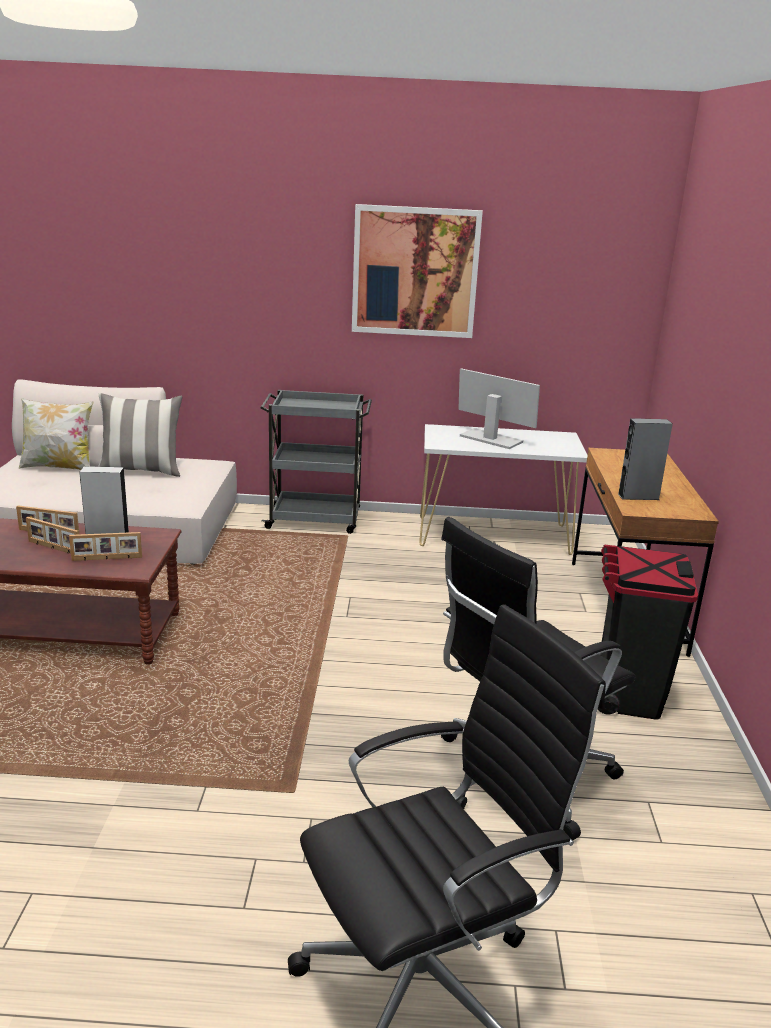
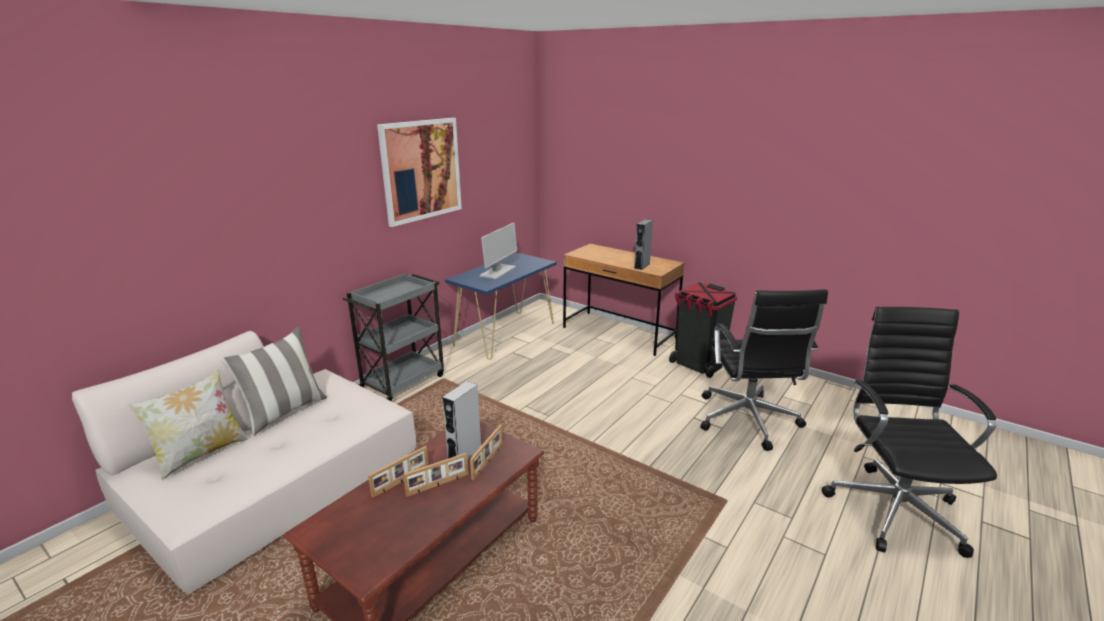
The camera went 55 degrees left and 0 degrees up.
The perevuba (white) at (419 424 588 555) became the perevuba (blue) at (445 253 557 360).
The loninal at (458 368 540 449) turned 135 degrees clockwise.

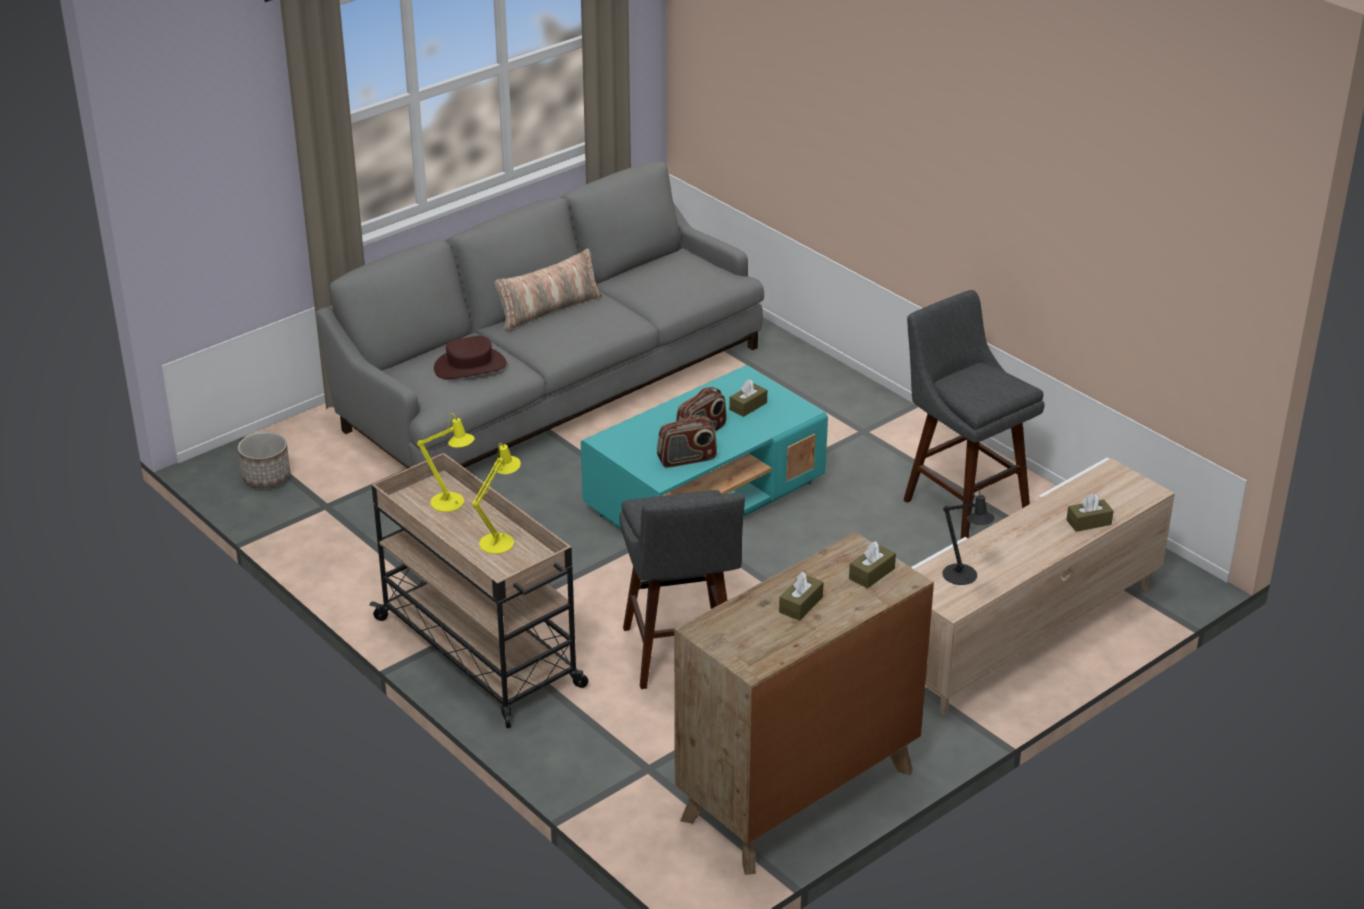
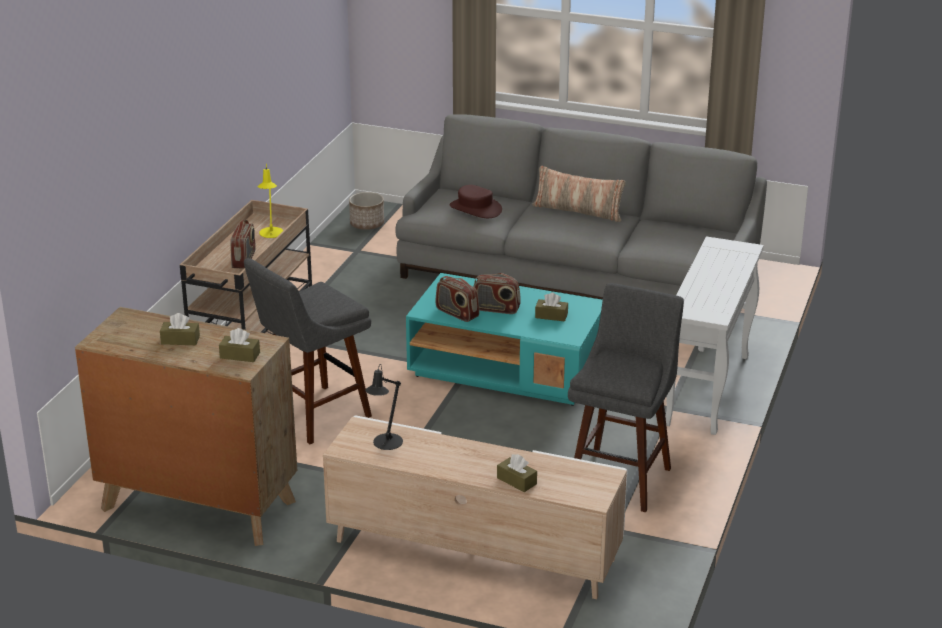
The camera went 60 degrees right and 5 degrees down.
The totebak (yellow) at (472 443 521 554) was replaced by the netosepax at (230 220 256 269).
The perevuba (white) at (665 236 764 435) appeared.

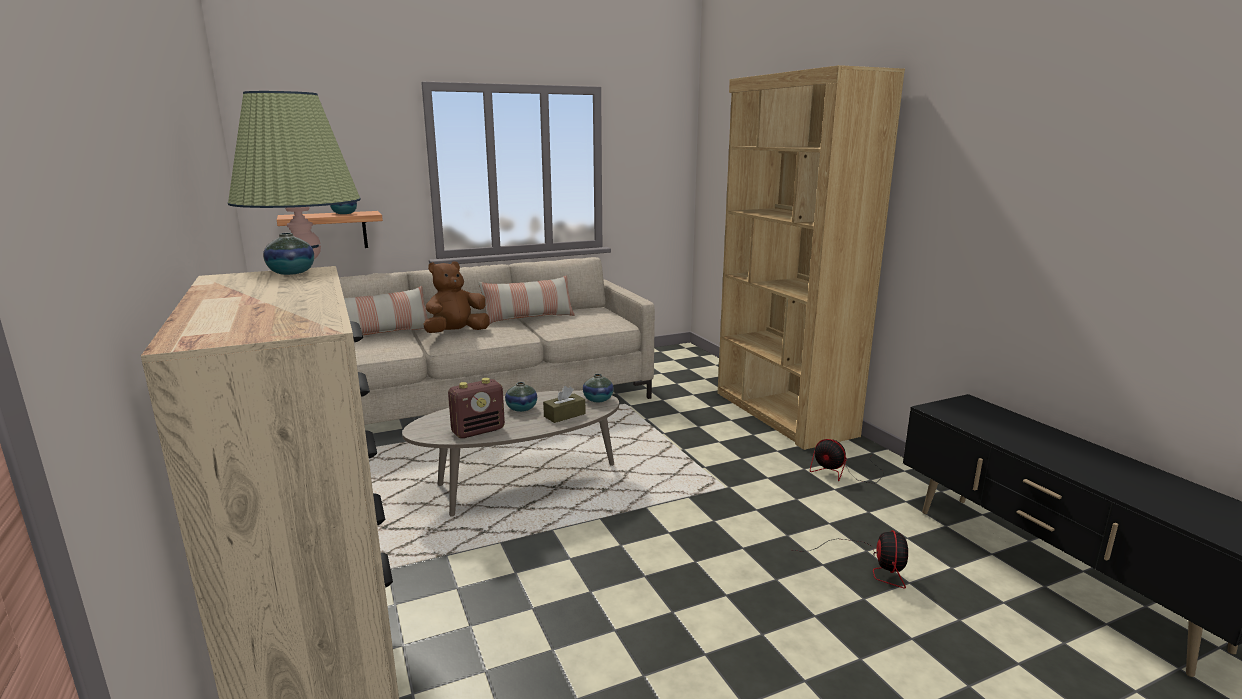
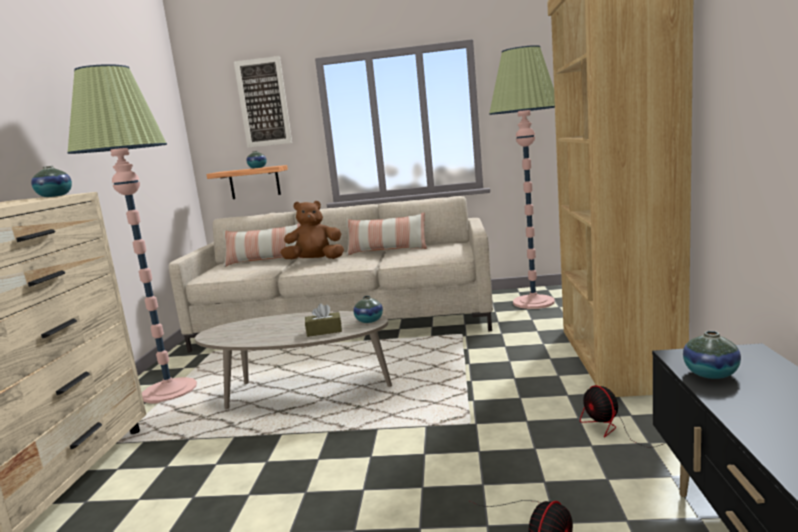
The camera went 30 degrees right and 5 degrees down.
The netosepax at (448 378 505 438) disappeared.
The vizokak moved from (505 382 537 412) to (683 331 741 379).
The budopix at (234 56 292 148) appeared.
The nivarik at (489 45 555 309) appeared.

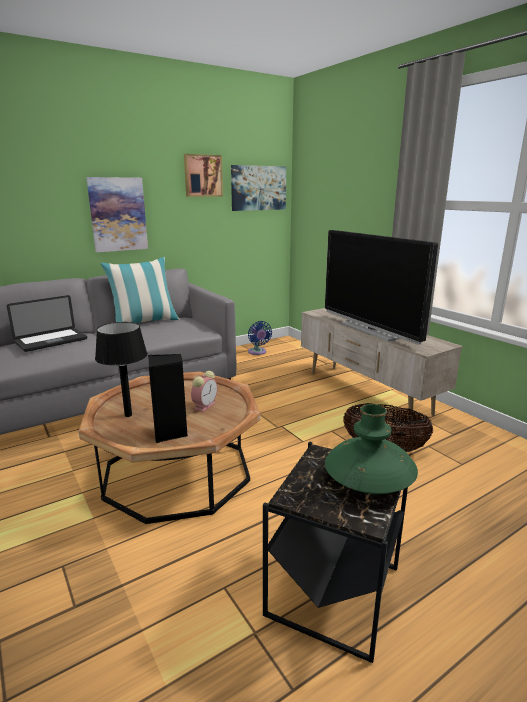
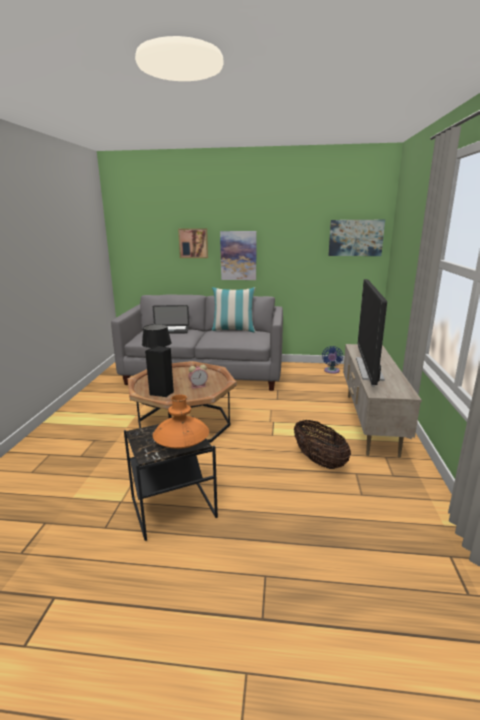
The camera went 40 degrees right and 0 degrees up.
The budopix moved from (184 154 223 197) to (178 228 208 258).
The vizokak (green) at (325 404 418 494) became the vizokak (orange) at (153 395 209 449).

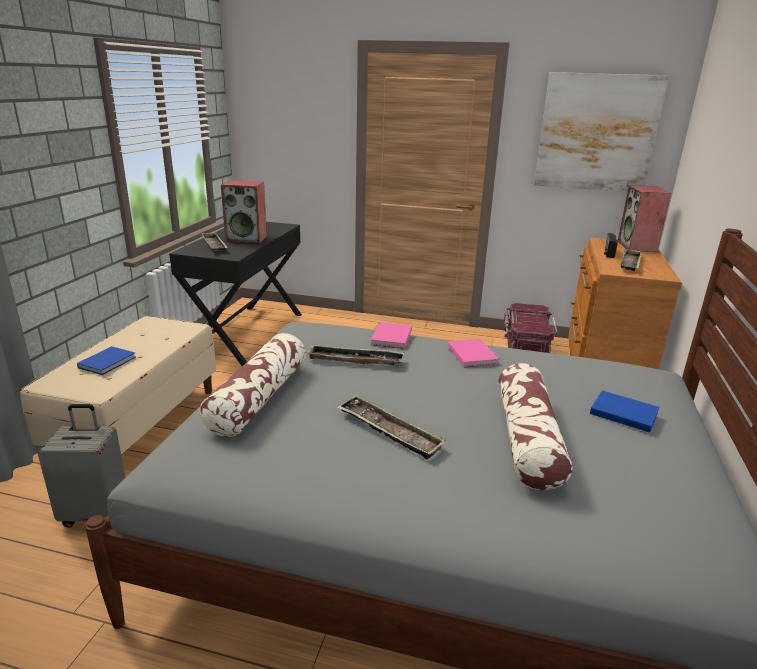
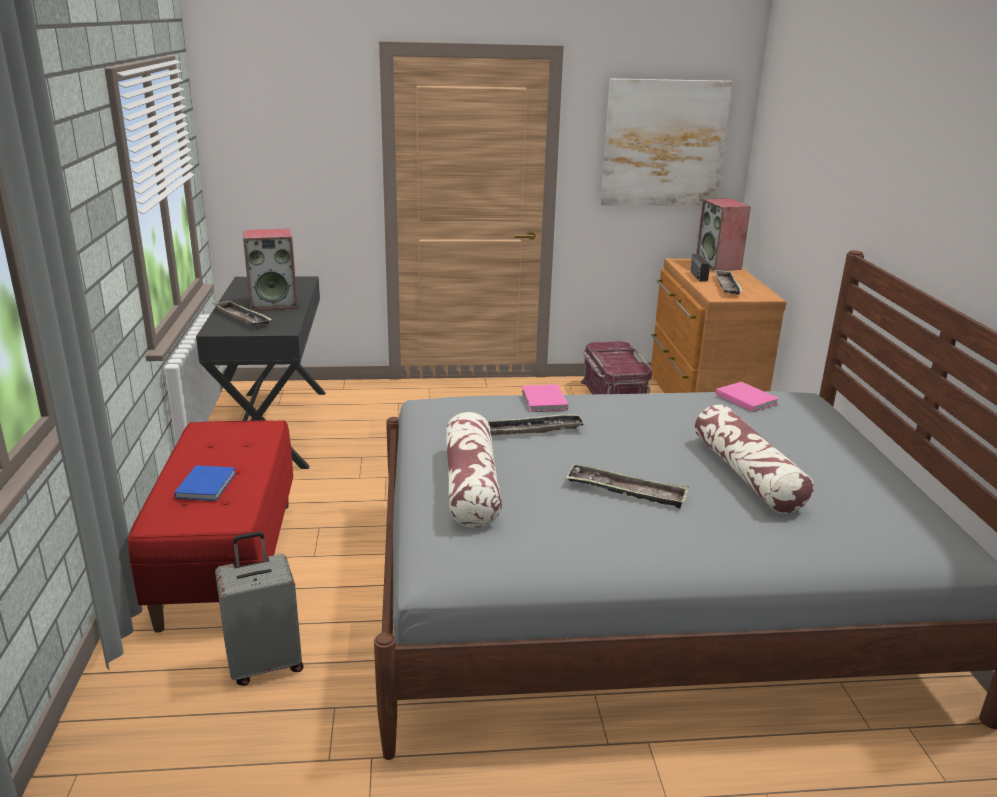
The camera went 20 degrees left and 0 degrees up.
The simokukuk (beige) at (20 316 216 454) became the simokukuk (red) at (128 420 293 633).
The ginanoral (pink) moved from (448 339 499 368) to (716 382 779 412).
The ginanoral (blue) at (590 390 660 433) disappeared.

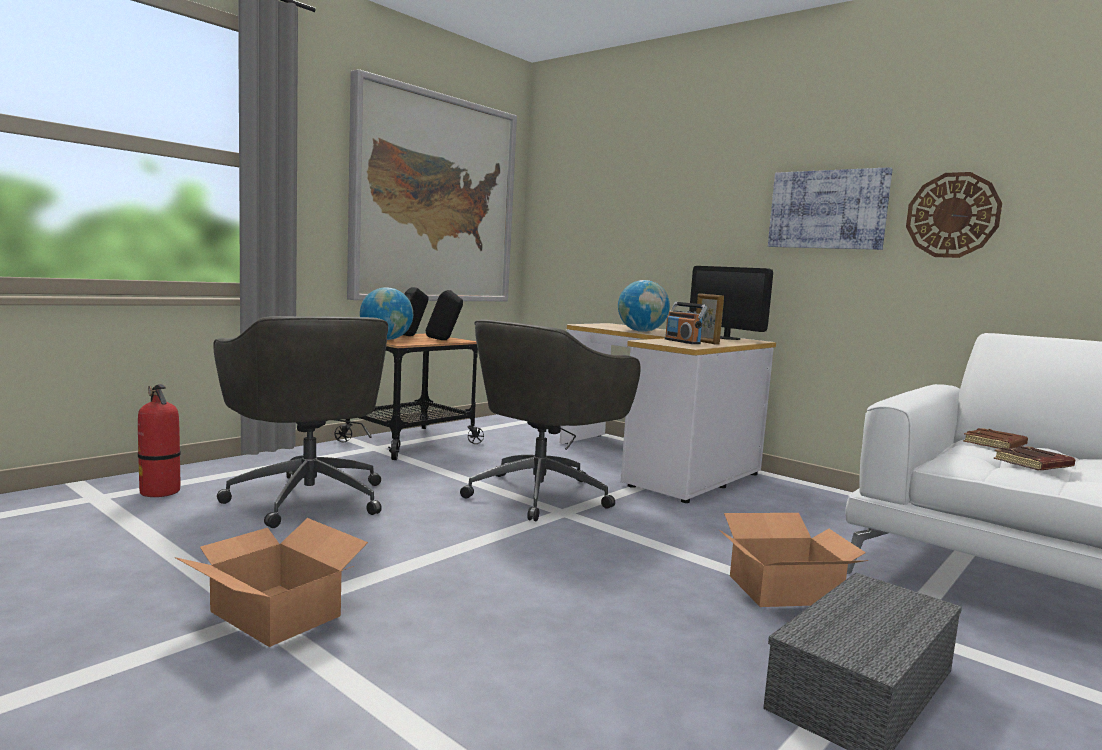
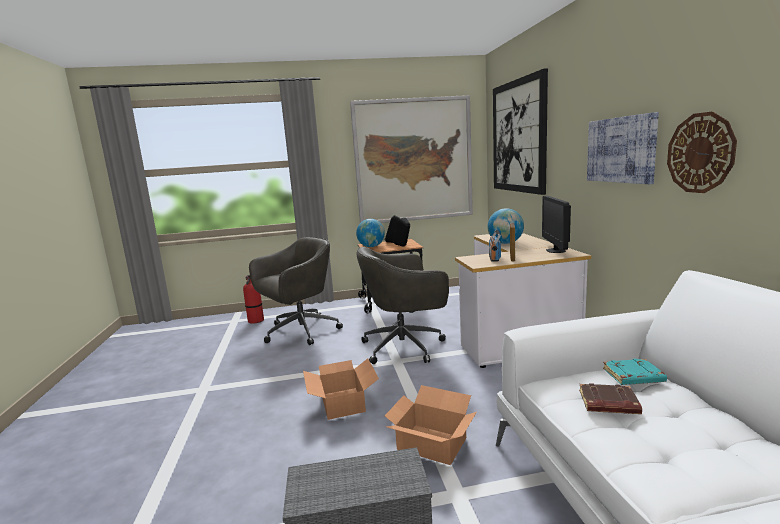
The camera went 40 degrees right and 5 degrees up.
The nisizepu moved from (175 518 368 647) to (303 359 379 420).
The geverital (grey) at (213 316 388 528) turned 135 degrees counterclockwise.
The ginanoral (brown) at (963 428 1028 449) became the ginanoral (turquoise) at (603 359 667 385).
The budopix at (493 68 548 195) appeared.

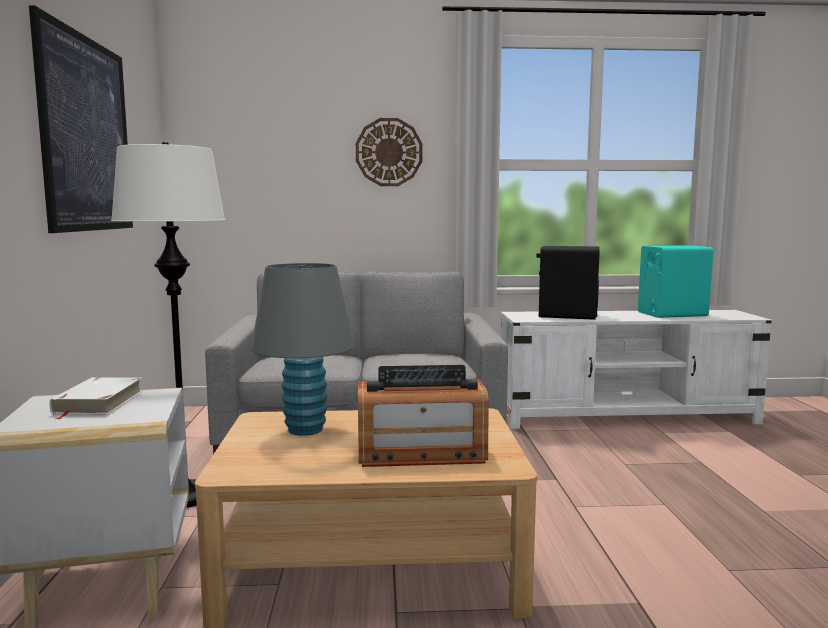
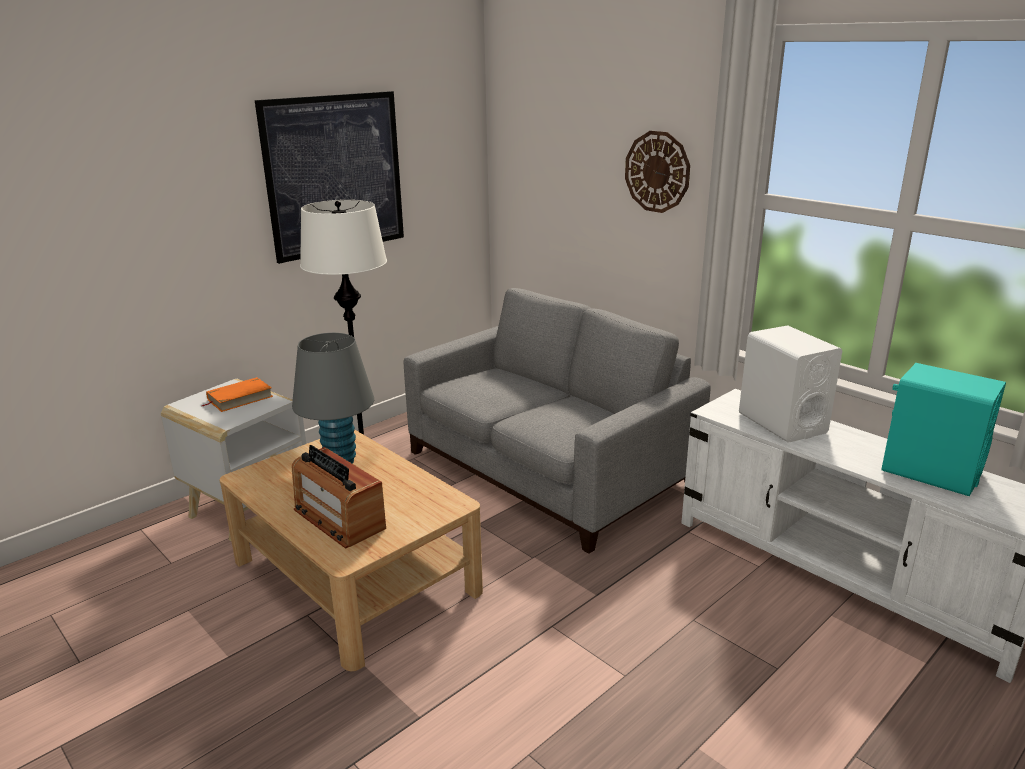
The camera went 50 degrees right and 15 degrees up.
The ginanoral (white) at (50 377 142 419) became the ginanoral (orange) at (201 377 273 412).
The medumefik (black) at (536 246 600 320) became the medumefik (white) at (739 325 842 443).

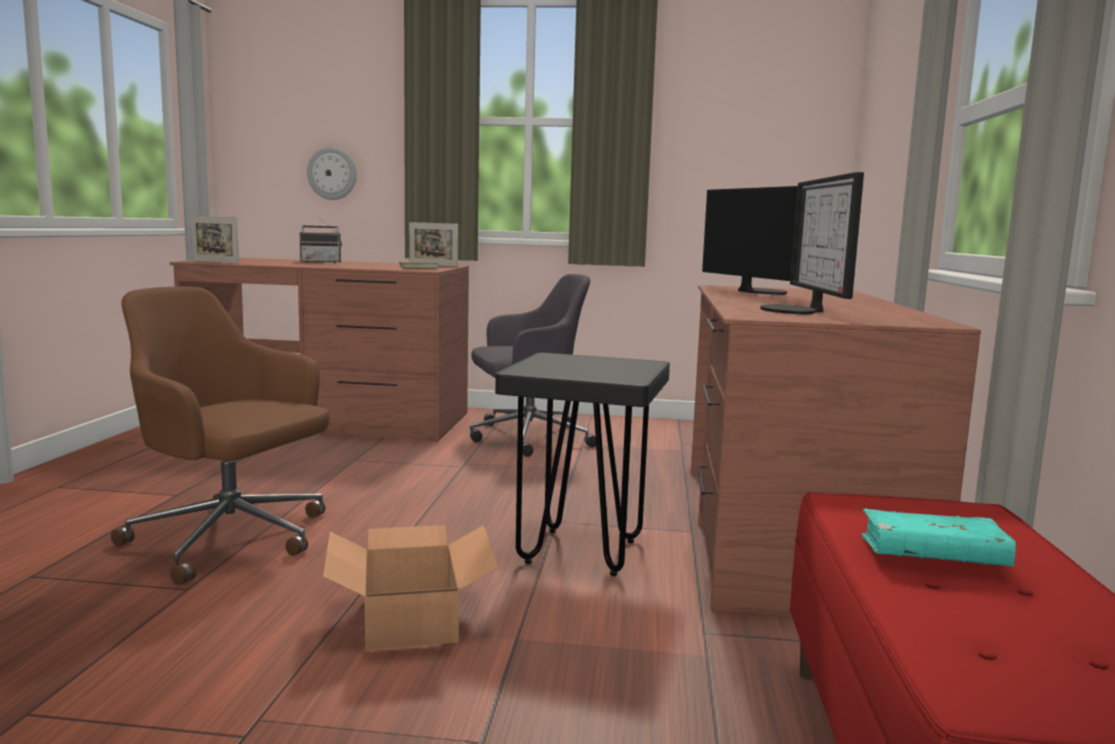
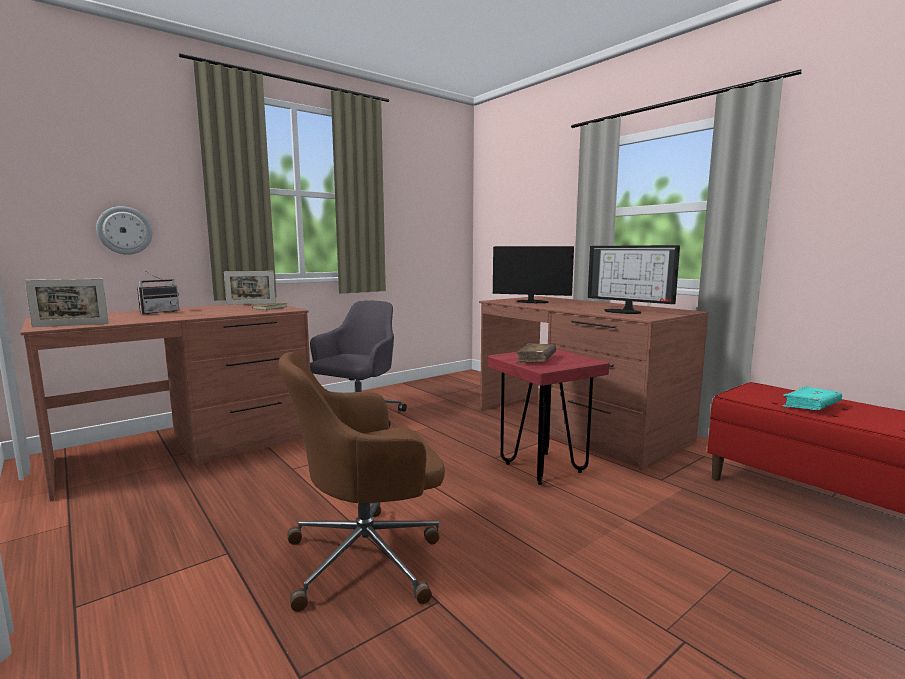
The camera went 45 degrees left and 0 degrees up.
The nisizepu at (323 525 499 650) disappeared.
The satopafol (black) at (495 353 670 576) became the satopafol (red) at (488 349 609 485).
The ginanoral (brown) at (515 344 556 363) appeared.

